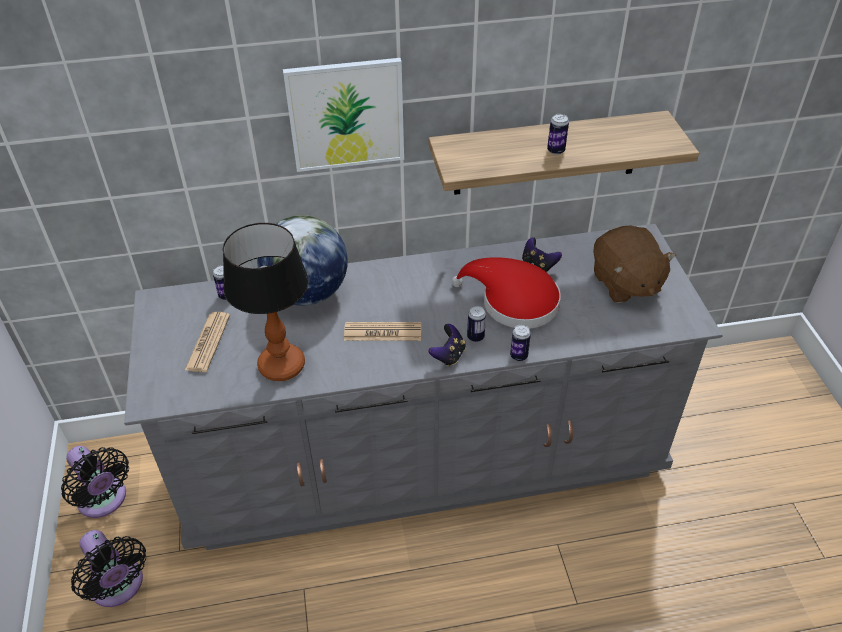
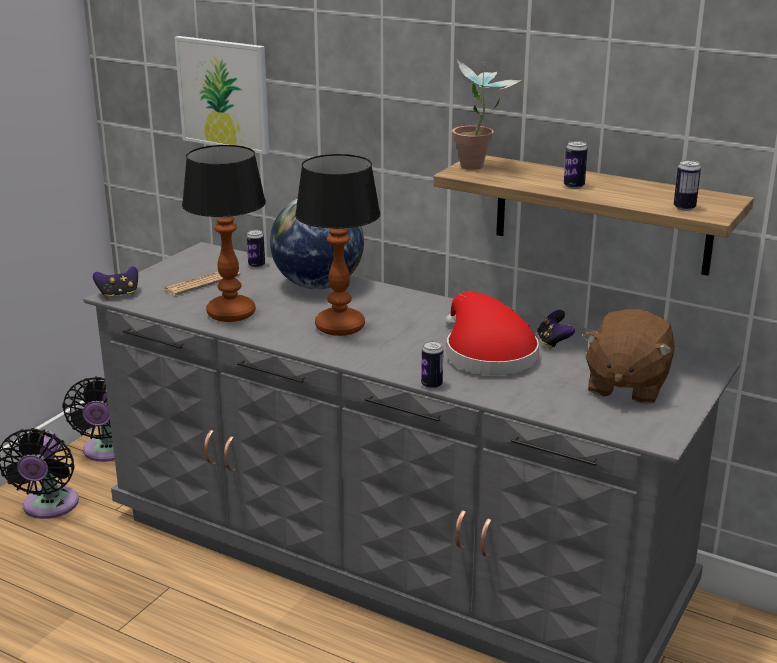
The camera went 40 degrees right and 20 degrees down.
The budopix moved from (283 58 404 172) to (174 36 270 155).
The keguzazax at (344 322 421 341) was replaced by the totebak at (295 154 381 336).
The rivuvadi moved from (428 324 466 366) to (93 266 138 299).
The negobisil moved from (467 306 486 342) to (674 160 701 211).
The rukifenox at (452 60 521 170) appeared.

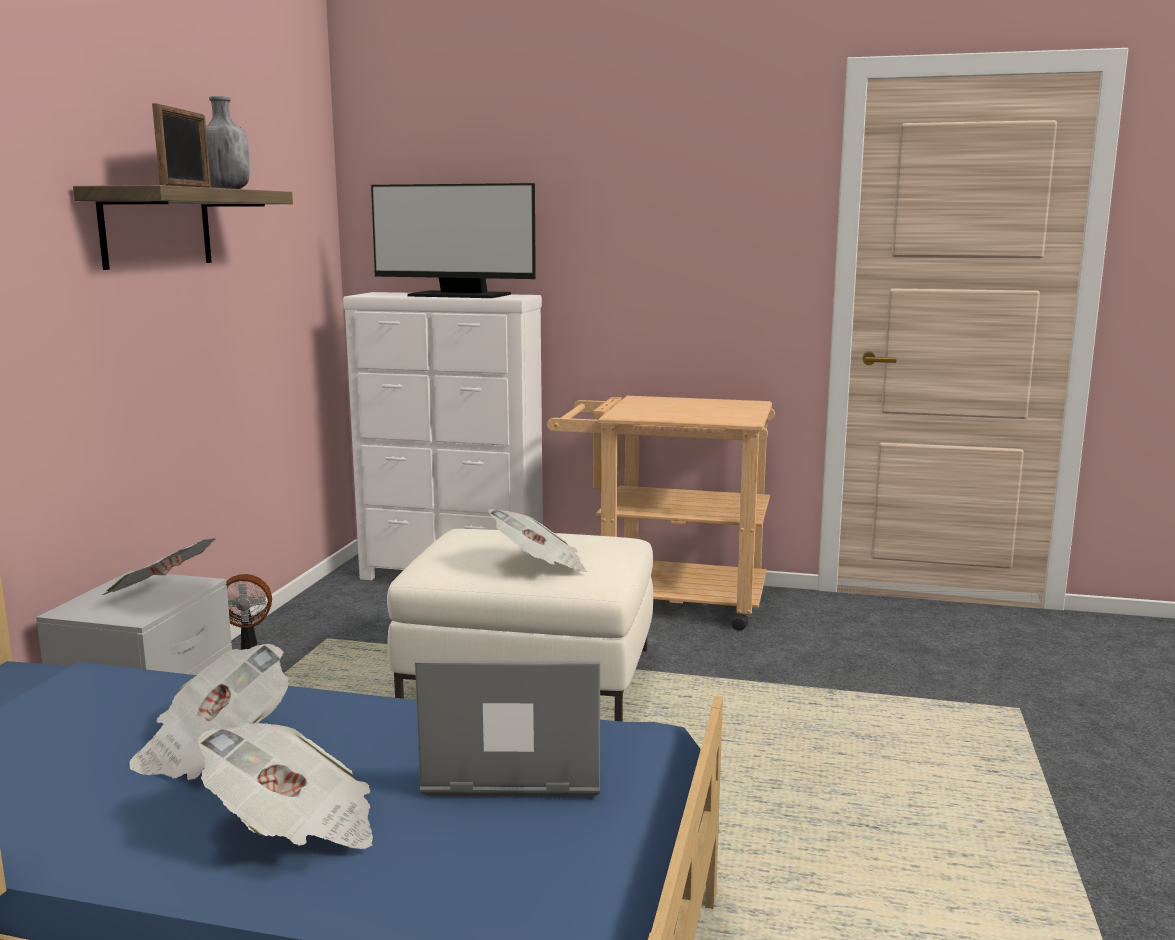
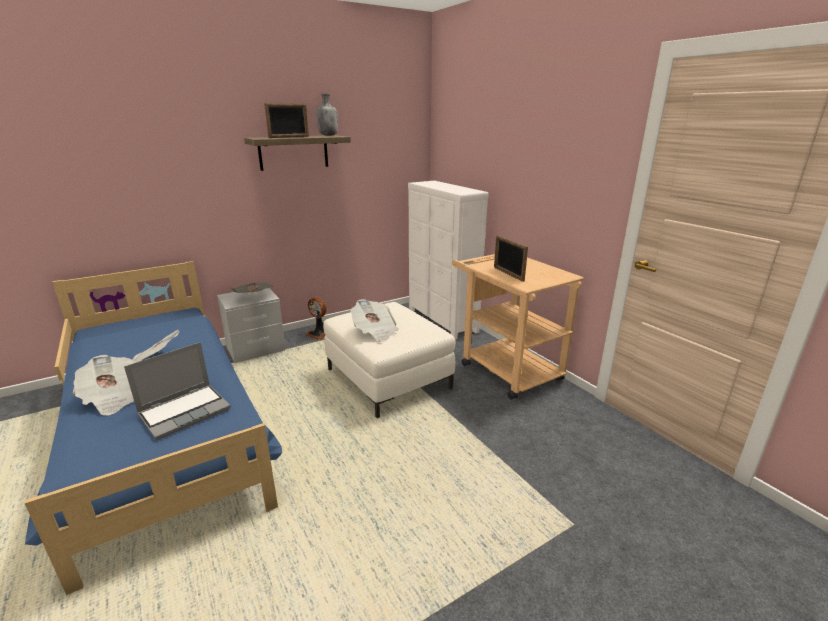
The camera went 45 degrees right and 10 degrees up.
The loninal at (371 183 536 298) disappeared.
The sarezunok at (415 660 600 797) turned 90 degrees clockwise.
The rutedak at (494 235 528 282) appeared.

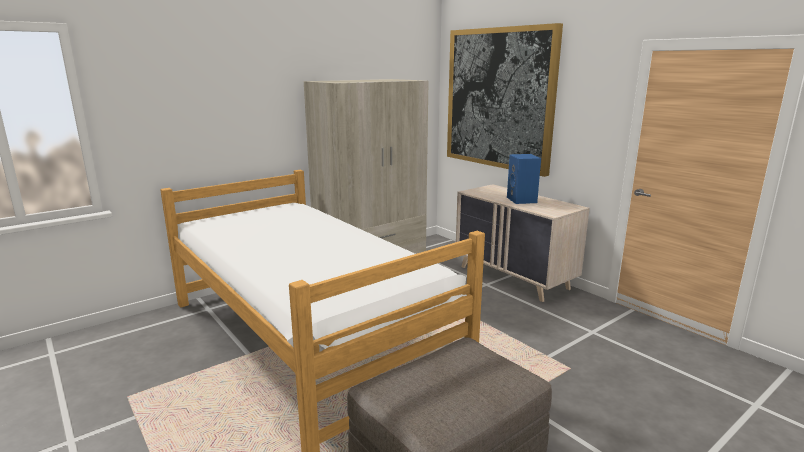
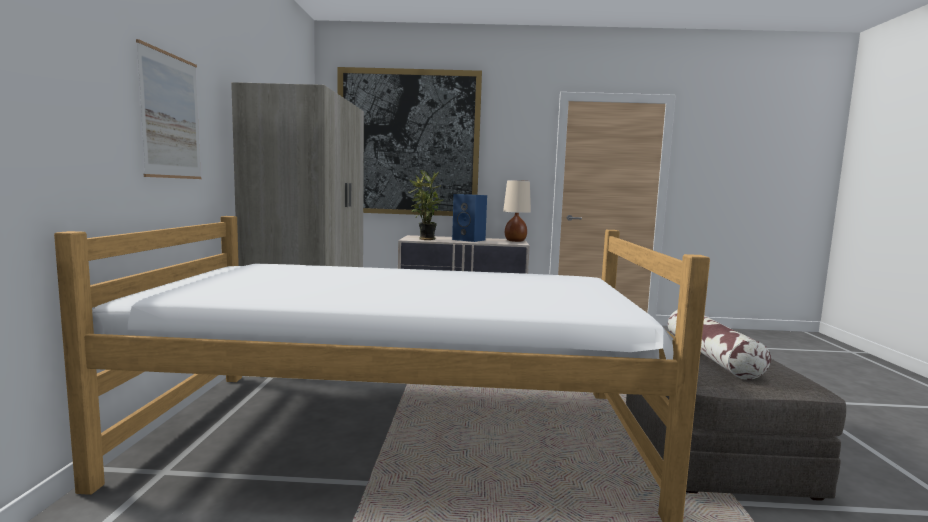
The camera went 50 degrees left and 10 degrees down.
The budopix at (136 39 201 179) appeared.
The rukifenox at (409 170 444 240) appeared.
The totebak (beige) at (503 180 531 242) appeared.
The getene at (668 310 771 380) appeared.

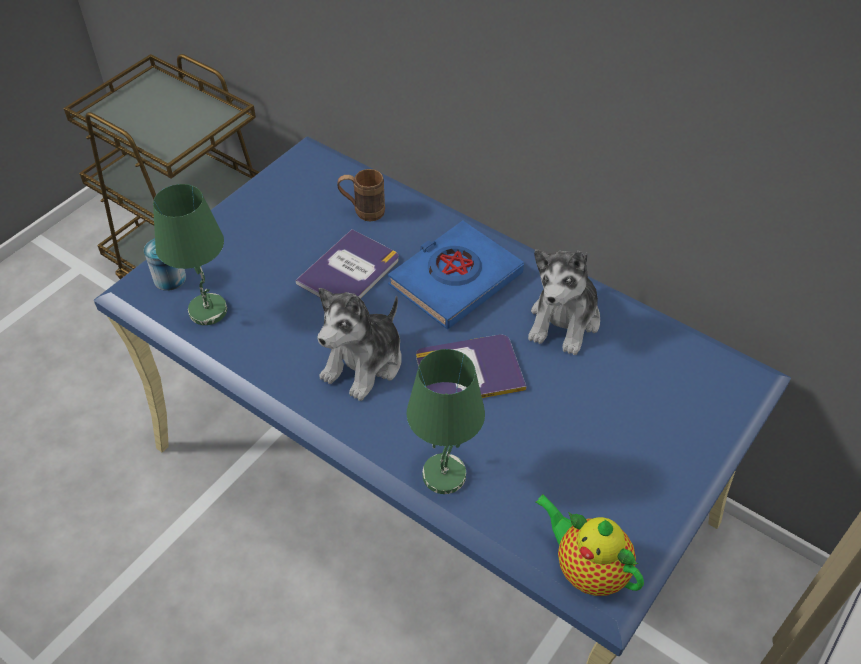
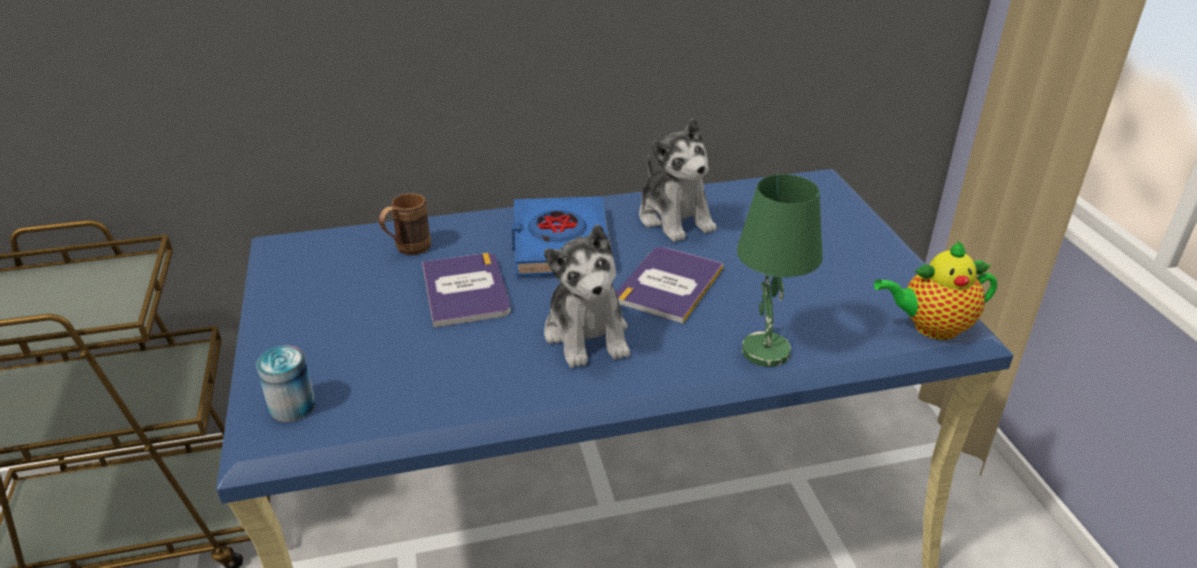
The camera went 50 degrees left and 15 degrees down.
The totebak (green) at (153 184 227 325) disappeared.

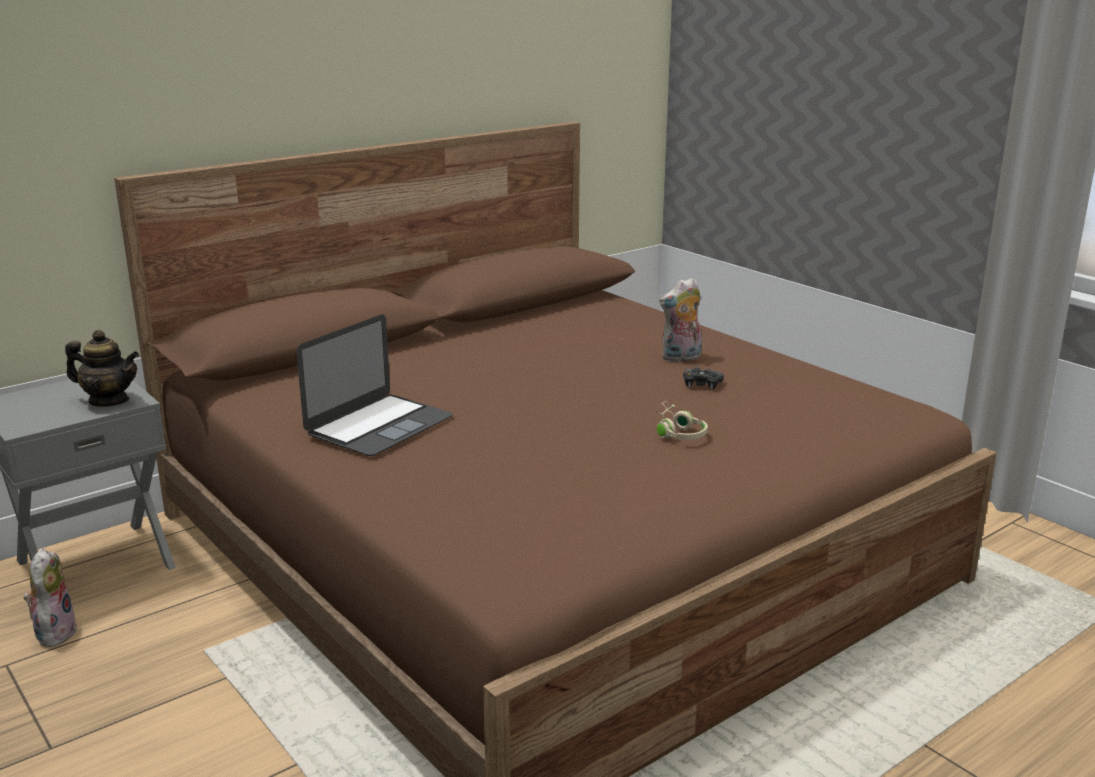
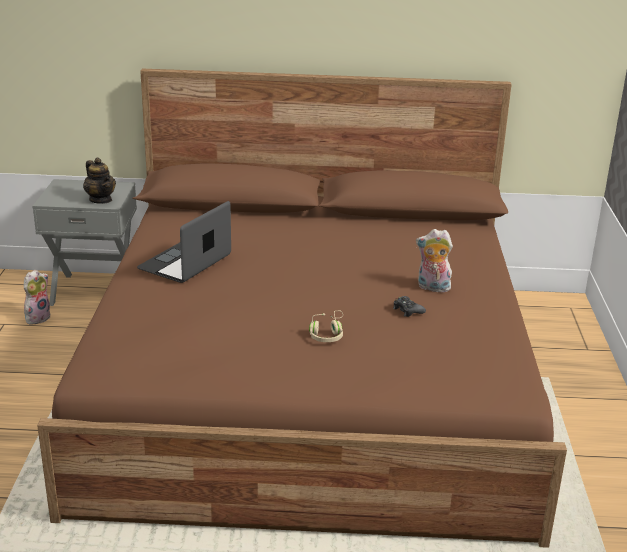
The camera went 40 degrees right and 5 degrees up.
The sarezunok at (296 315 453 456) turned 135 degrees clockwise.

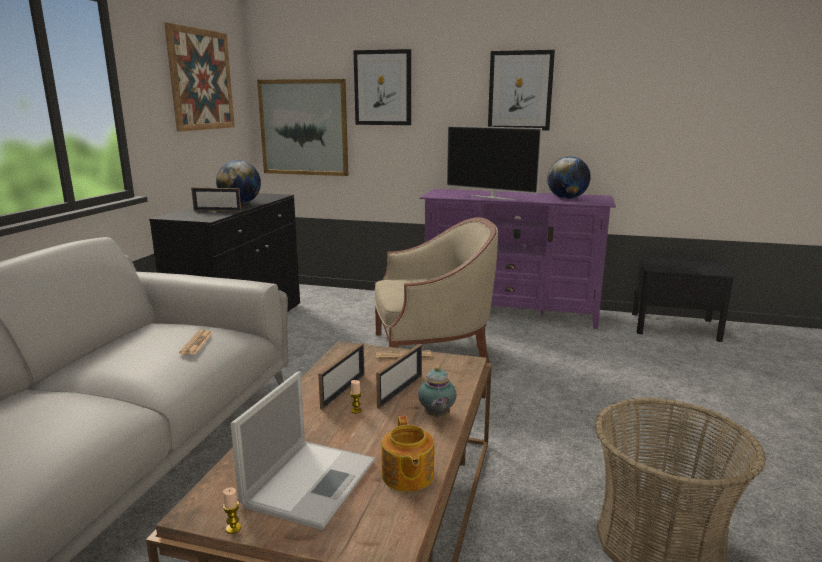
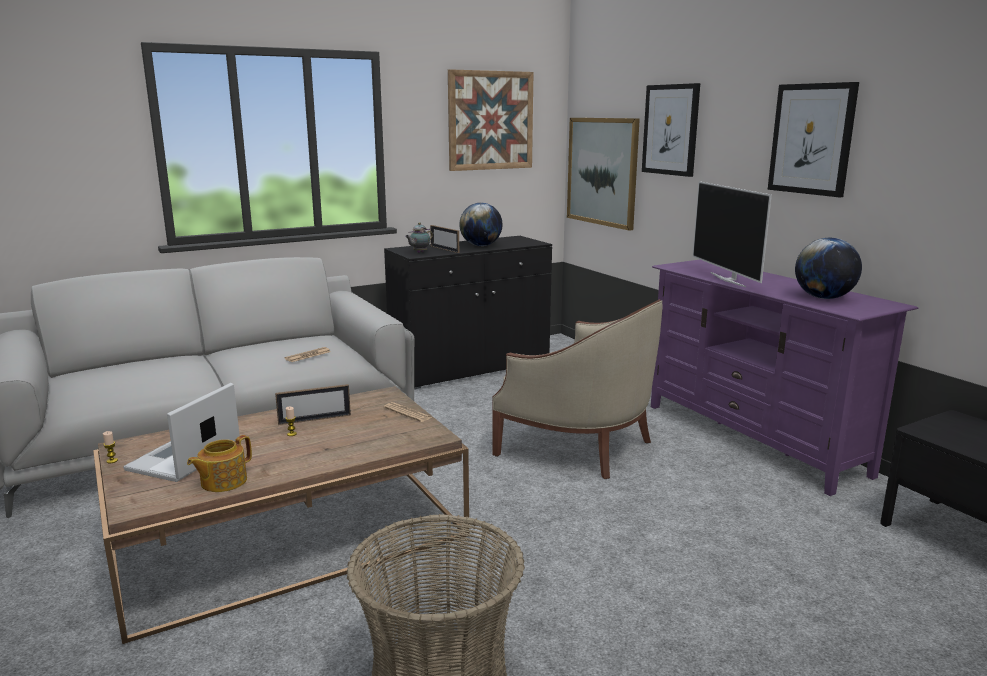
The camera went 45 degrees right and 0 degrees up.
The sarezunok at (231 371 375 530) turned 135 degrees clockwise.
The rutedak at (376 344 422 409) disappeared.
The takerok moved from (418 366 456 418) to (405 222 433 253).

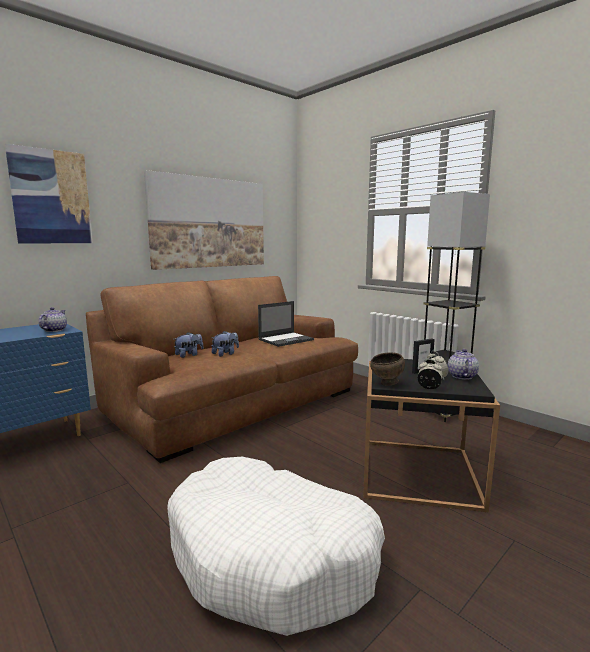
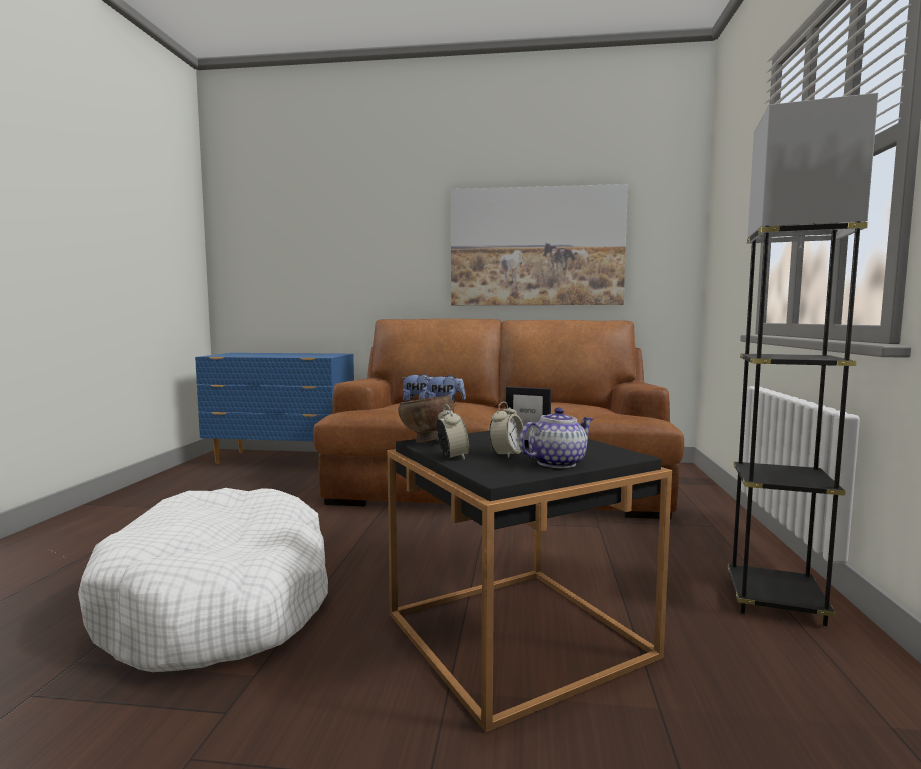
The camera went 50 degrees right and 5 degrees down.
The budopix at (5 144 93 244) disappeared.
The takerok at (39 307 67 332) disappeared.
The sarezunok at (258 301 314 347) disappeared.

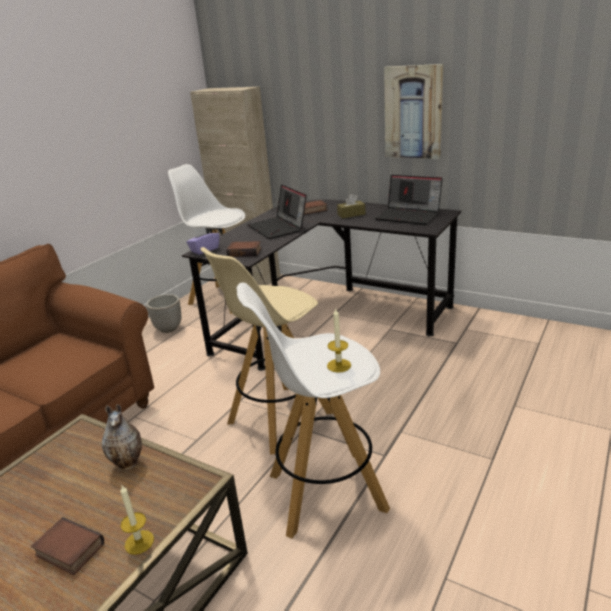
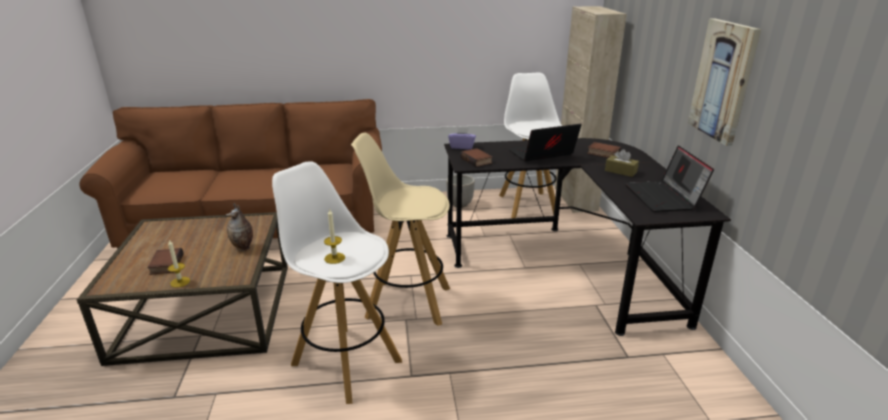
The camera went 50 degrees right and 0 degrees up.
The sarezunok at (247 184 307 239) turned 45 degrees clockwise.

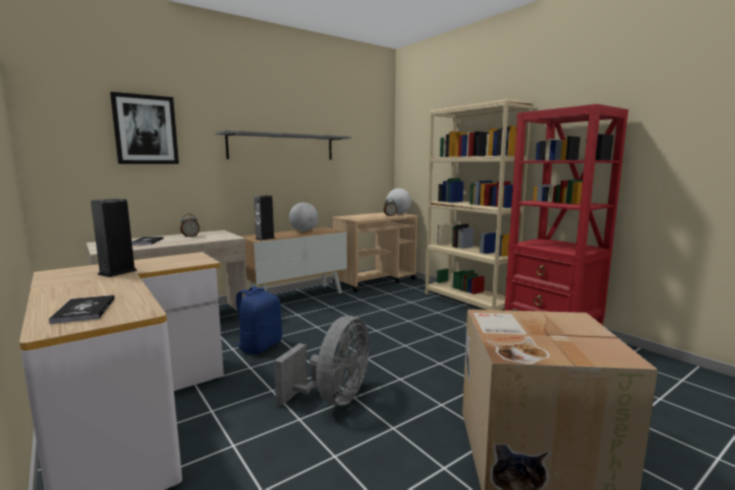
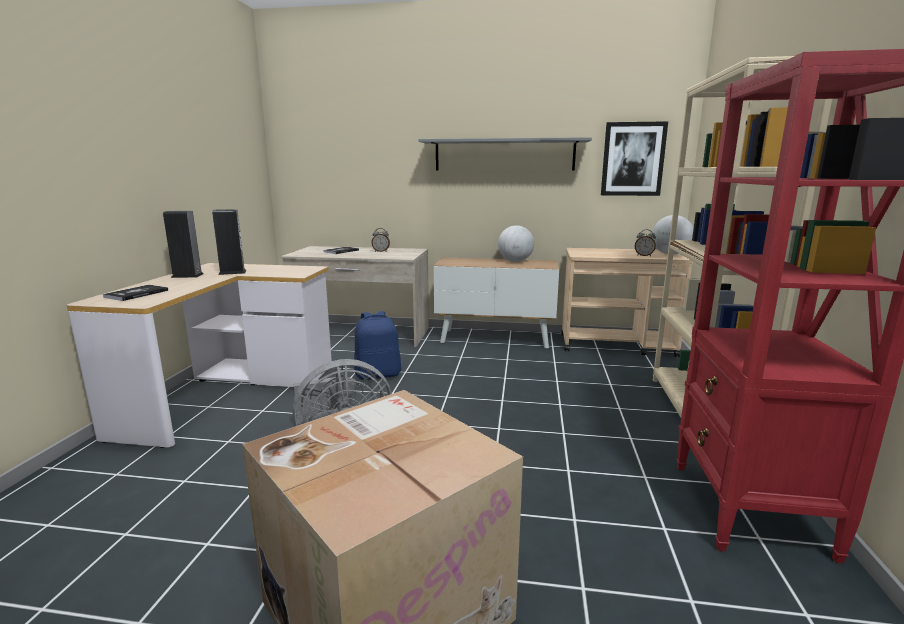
The camera went 45 degrees right and 5 degrees up.
The budopix moved from (110 92 179 164) to (601 121 668 196).
The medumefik moved from (254 195 275 241) to (163 211 204 278).

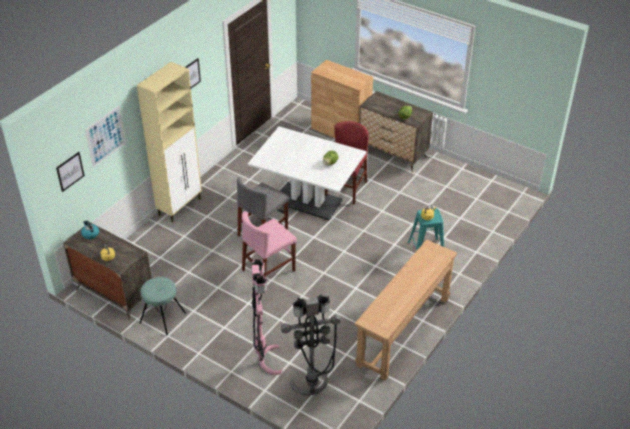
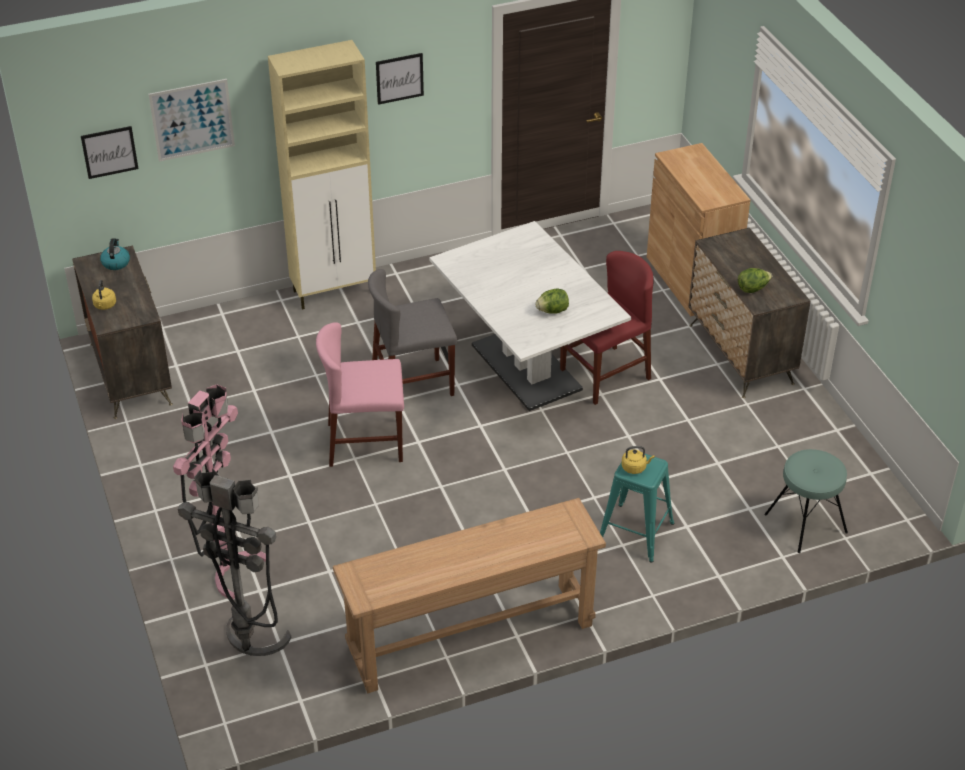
The camera went 35 degrees right and 0 degrees up.
The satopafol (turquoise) moved from (139 277 186 335) to (764 449 848 553).

